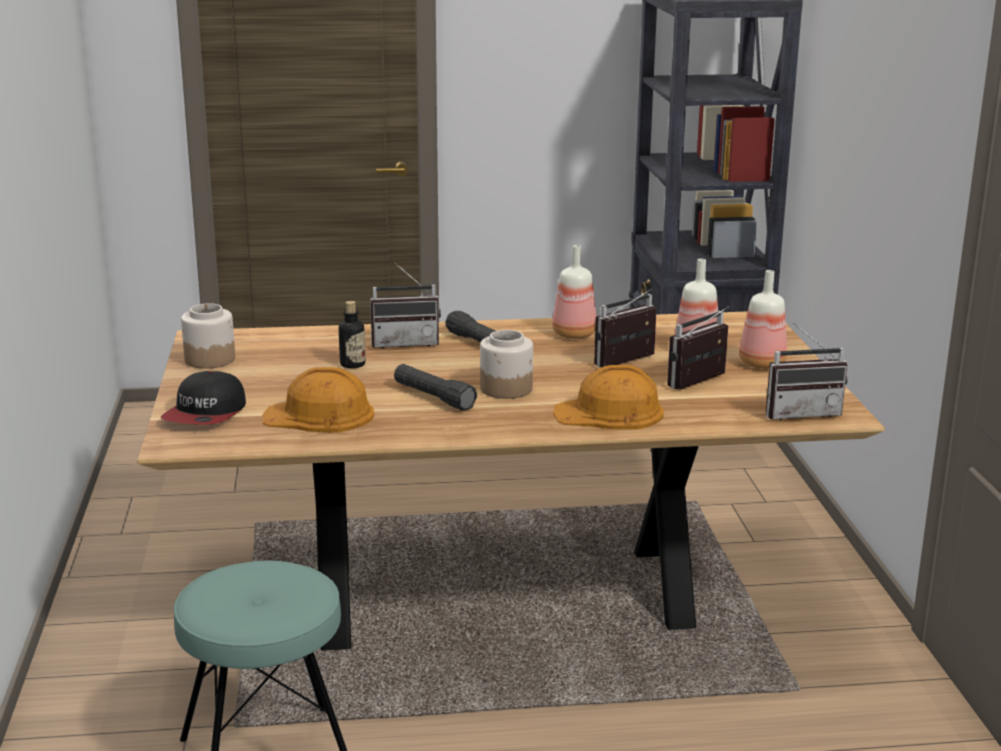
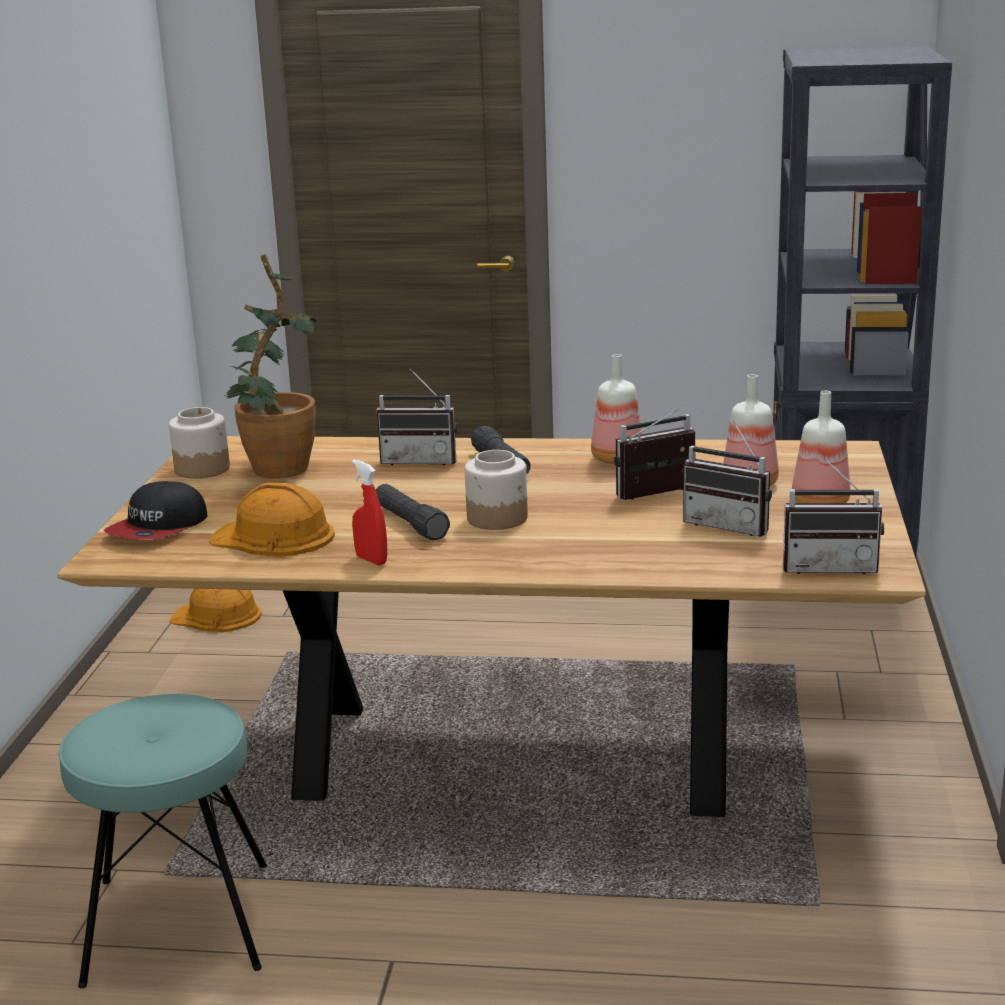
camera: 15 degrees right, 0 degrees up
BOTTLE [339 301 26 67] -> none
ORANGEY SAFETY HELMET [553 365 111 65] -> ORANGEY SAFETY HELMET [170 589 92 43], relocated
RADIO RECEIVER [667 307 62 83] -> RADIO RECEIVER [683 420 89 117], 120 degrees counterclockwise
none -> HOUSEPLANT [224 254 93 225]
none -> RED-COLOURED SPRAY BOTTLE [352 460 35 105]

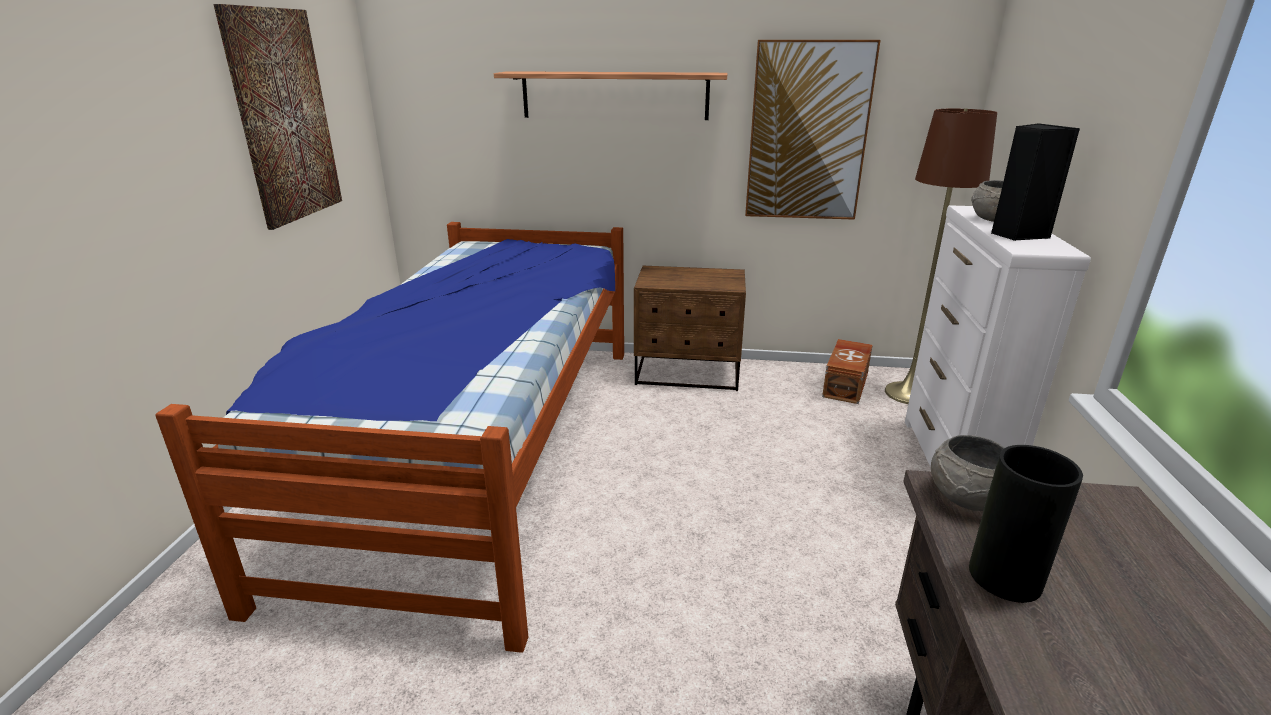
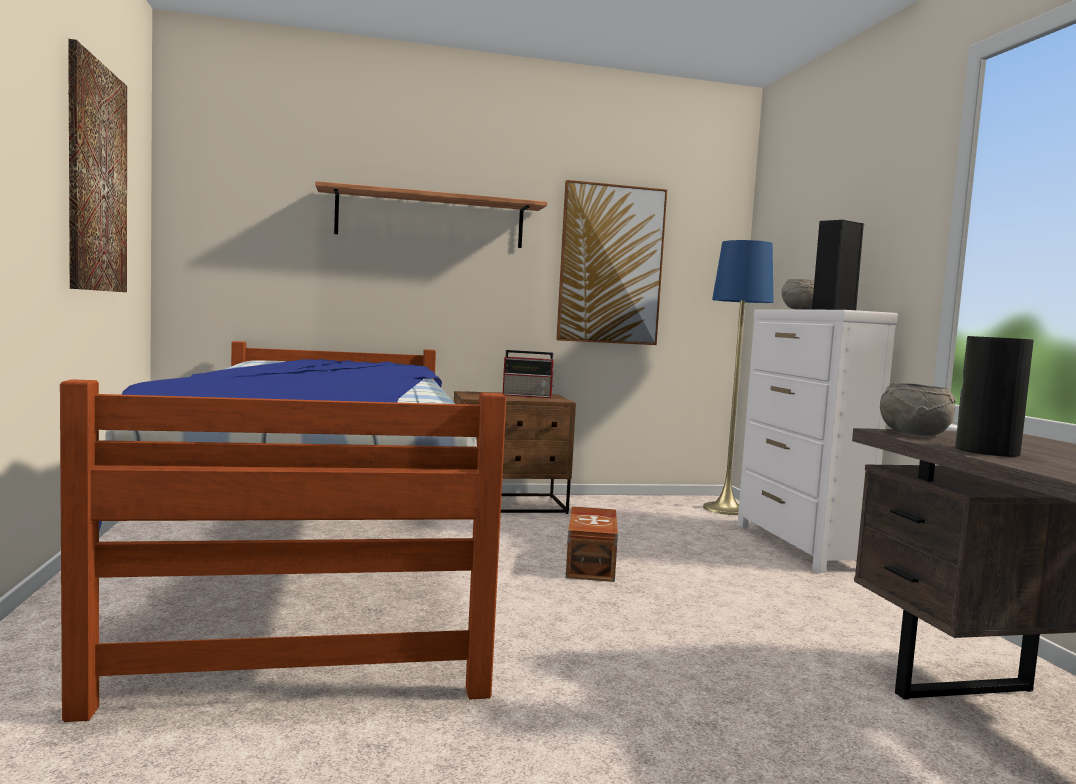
camera: 20 degrees left, 20 degrees down
BROWN-COLOURED STORAGE CONTAINER [822 339 51 65] -> BROWN-COLOURED STORAGE CONTAINER [566 506 52 76], relocated
BROWN-COLOURED FLOOR LAMP [885 108 112 296] -> BLUE-COLOURED FLOOR LAMP [703 240 71 275]
none -> RADIO RECEIVER [503 350 52 48]

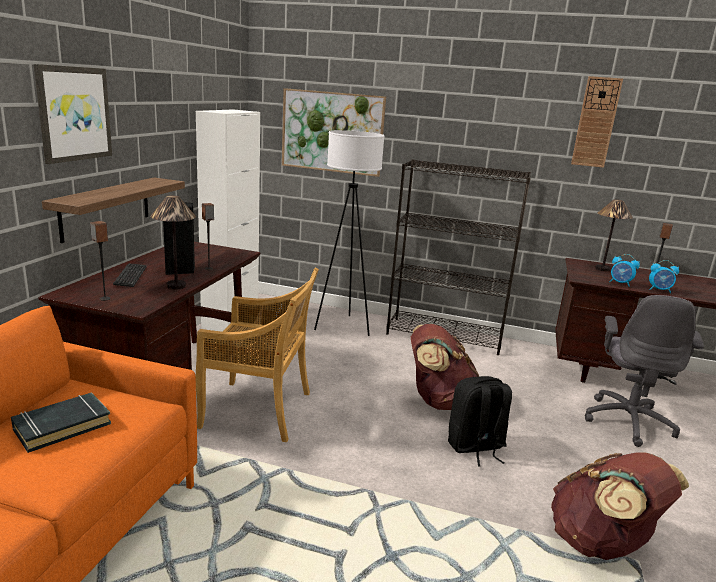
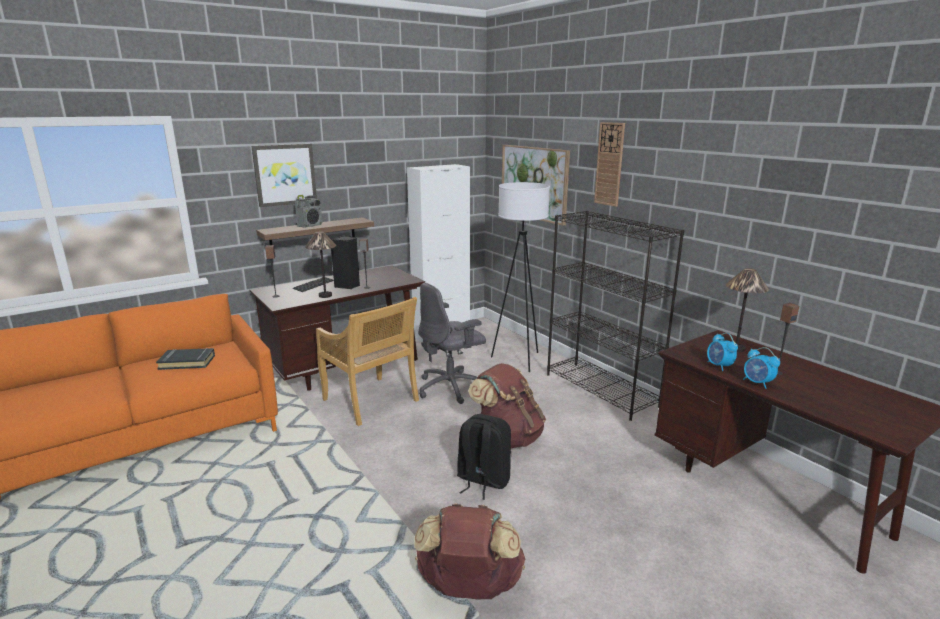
camera: 40 degrees right, 0 degrees up
CLOCK ON THE WALL [571 76 52 92] -> CLOCK ON THE WALL [594 122 31 85], relocated
GRAY DESK CHAIR [585 295 119 152] -> GRAY DESK CHAIR [418 283 68 121], relocated
none -> RADIO RECEIVER [295 195 27 33]

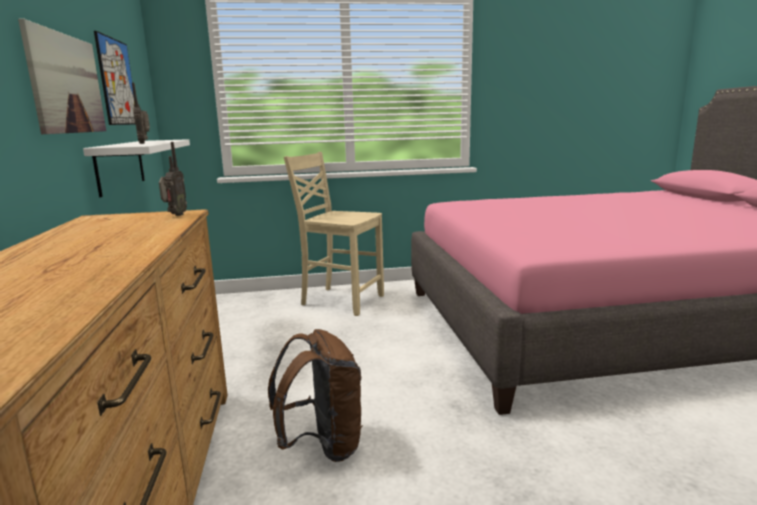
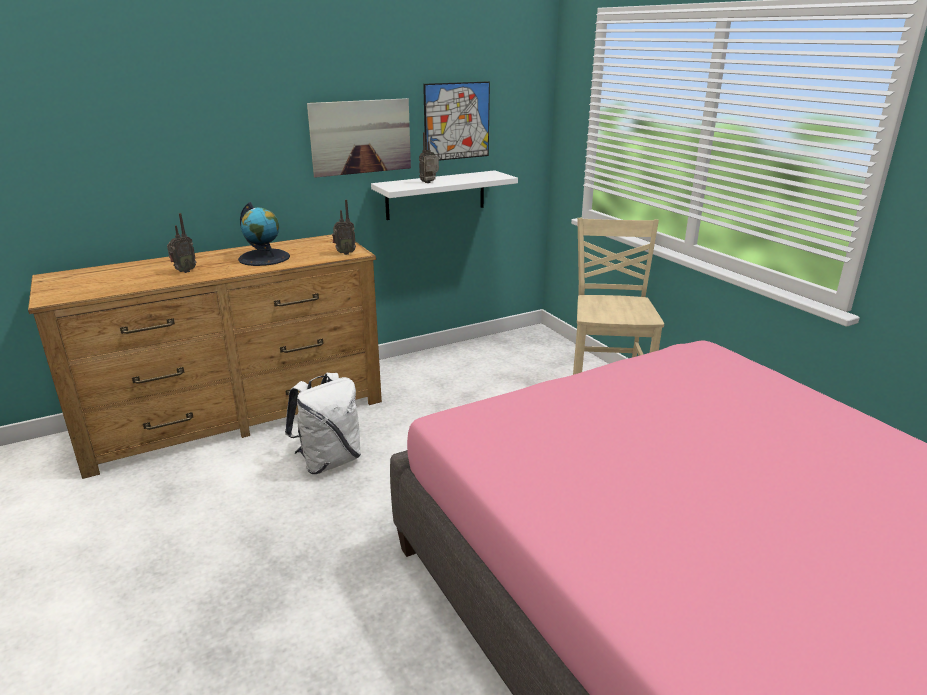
camera: 70 degrees right, 10 degrees up
BROWN-COLOURED BACKPACK [268 329 95 133] -> WHITE BACKPACK [285 373 76 101]
none -> RADIO RECEIVER [167 213 29 60]
none -> GLOBE [238 202 52 64]

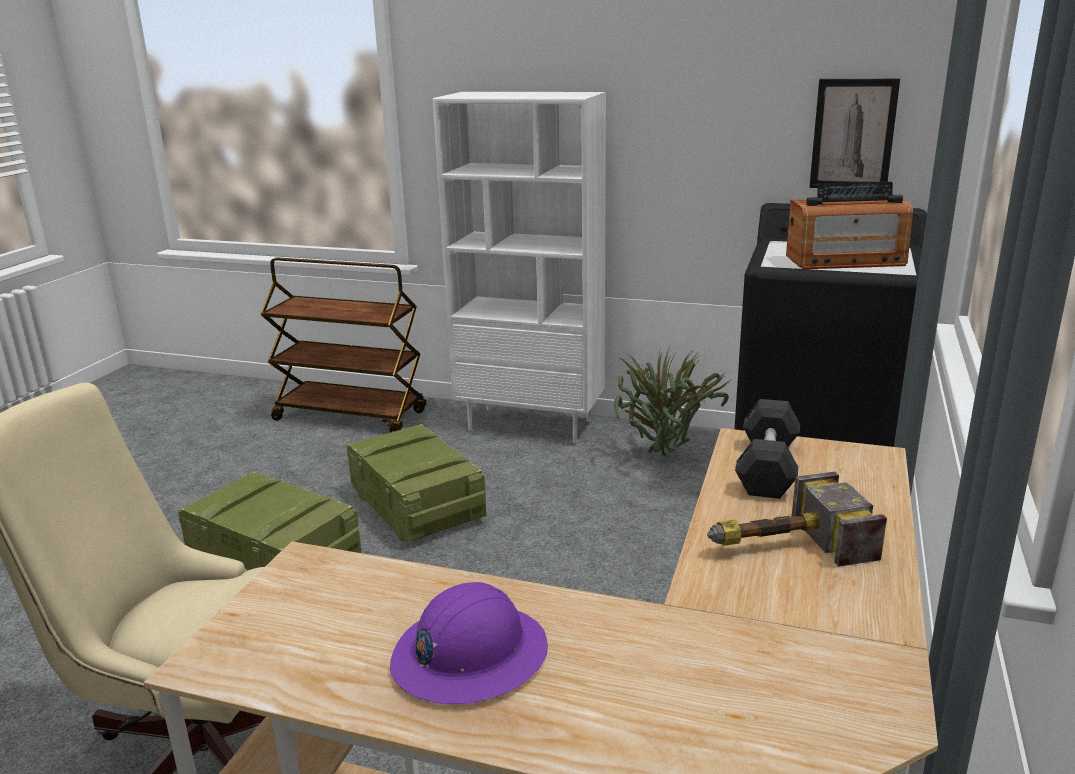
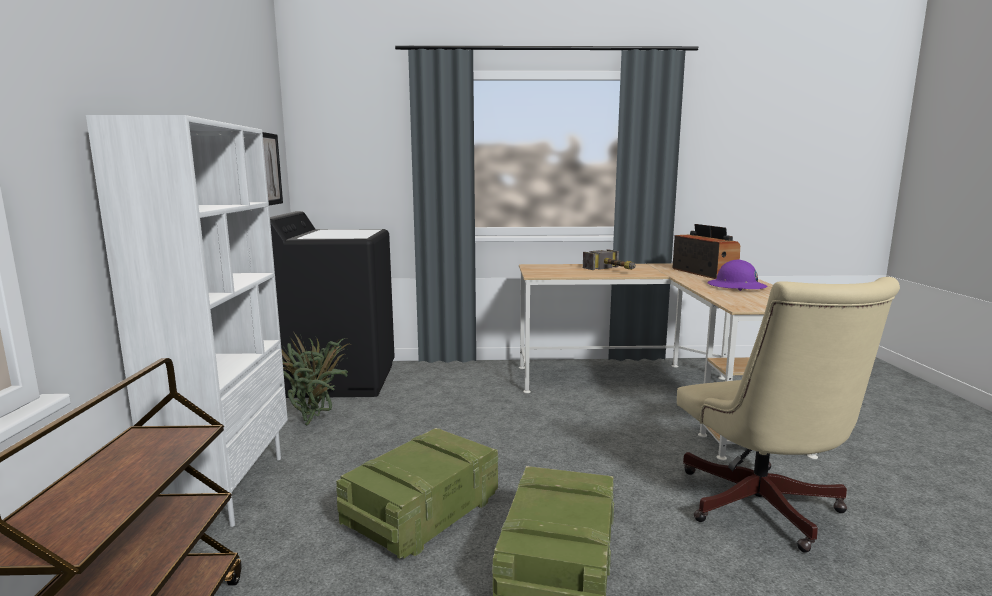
camera: 110 degrees left, 10 degrees down
GRAY DUMBBELL [735 399 65 100] -> none
RADIO RECEIVER [786 182 127 87] -> RADIO RECEIVER [673 224 67 55], relocated

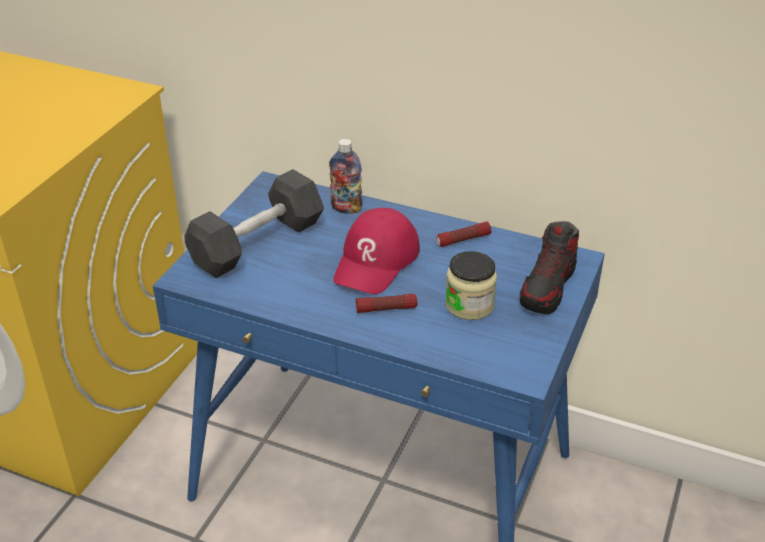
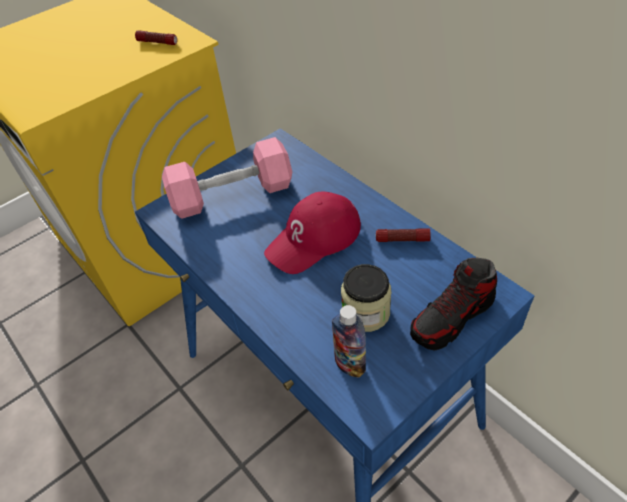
camera: 30 degrees right, 10 degrees up
BLACK-COLOURED DUMBBELL [184 169 140 109] -> PINK-COLOURED DUMBBELL [162 137 130 82]
BOTTLE [329 139 33 75] -> BOTTLE [332 305 34 72], relocated
HAND TORCH [356 294 61 19] -> HAND TORCH [135 30 42 15], relocated

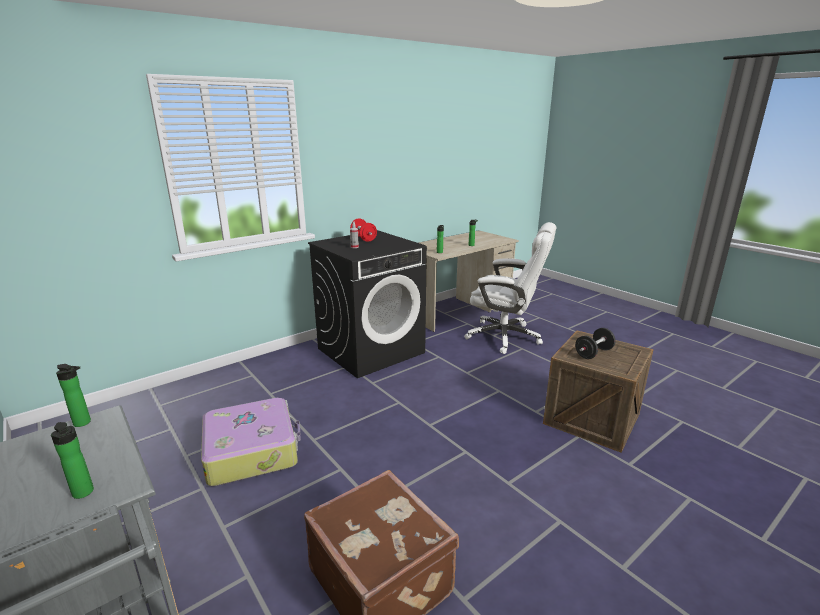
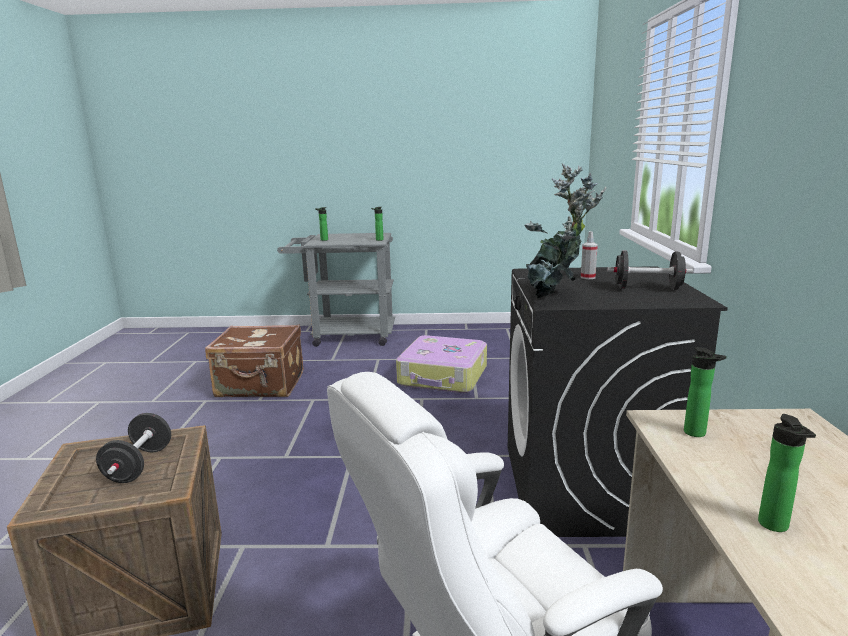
camera: 130 degrees right, 5 degrees down
RED-COLOURED DUMBBELL [350 218 27 24] -> BLACK-COLOURED DUMBBELL [607 251 86 39]
none -> HOUSEPLANT [524 164 83 134]

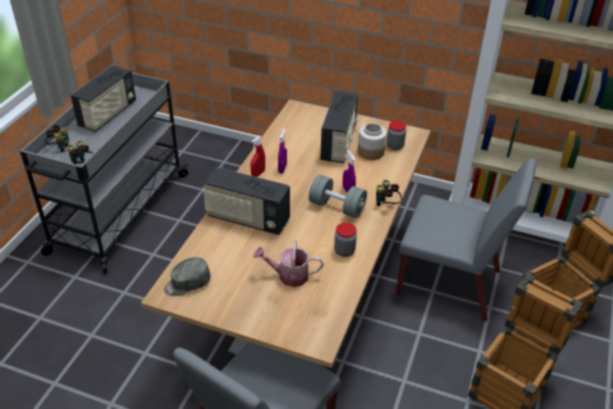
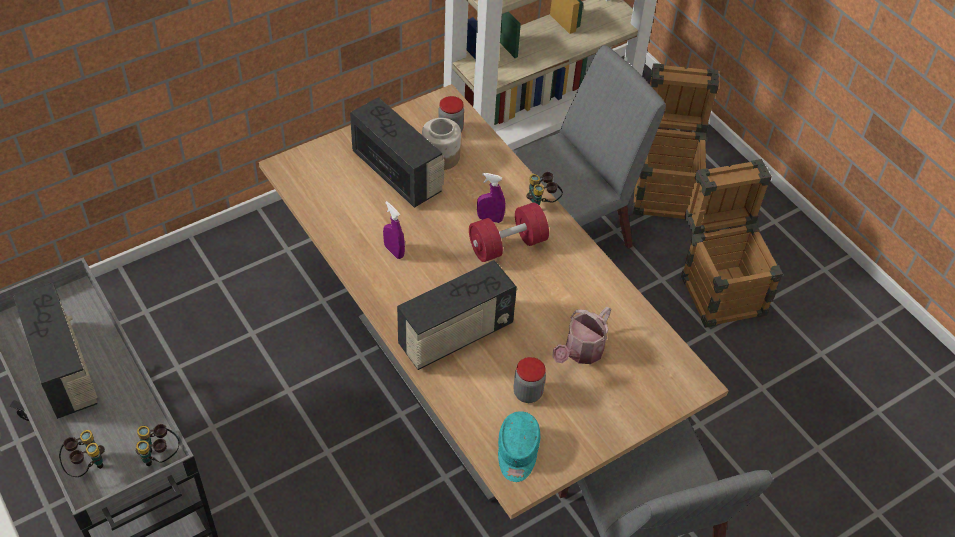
camera: 55 degrees left, 10 degrees up
GRAY BASEBALL CAP [164 257 47 39] -> BLUE-GREEN BASEBALL CAP [498 411 42 71]
RED-COLOURED SPRAY BOTTLE [251 136 14 41] -> none
GRAY DUMBBELL [309 175 58 43] -> RED-COLOURED DUMBBELL [469 202 80 60]
JAR [334 223 23 34] -> JAR [513 357 33 46], relocated

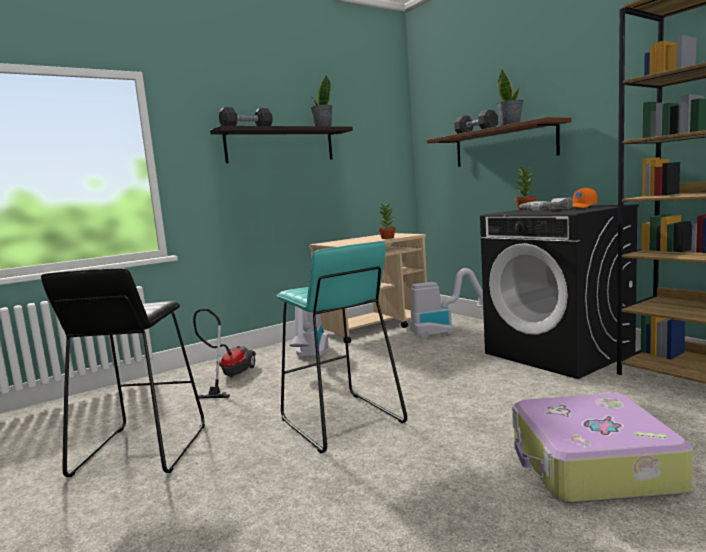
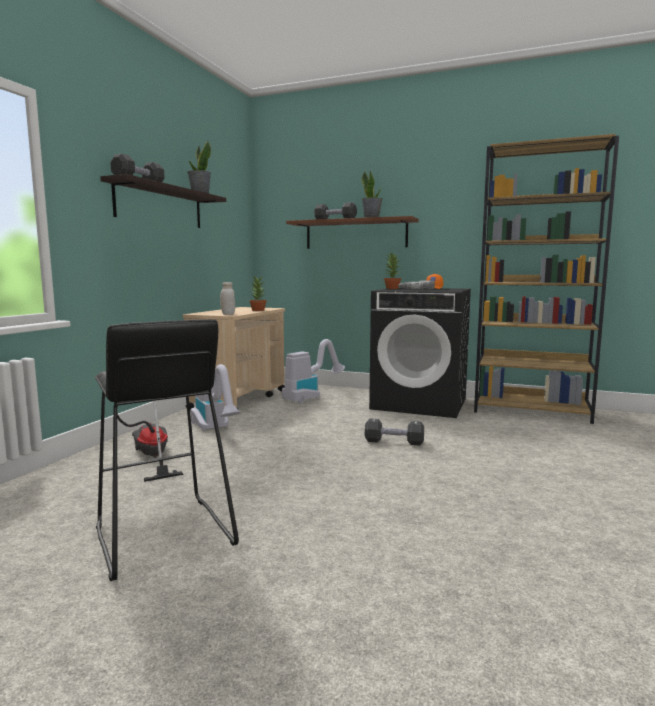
camera: 35 degrees left, 0 degrees up
BLUE-GREEN SITTING STOOL [277 241 130 212] -> none
TRAVEL CASE [512 393 181 110] -> none
none -> WHITE JAR [220 282 15 33]
none -> BLACK-COLOURED DUMBBELL [365 419 59 27]

